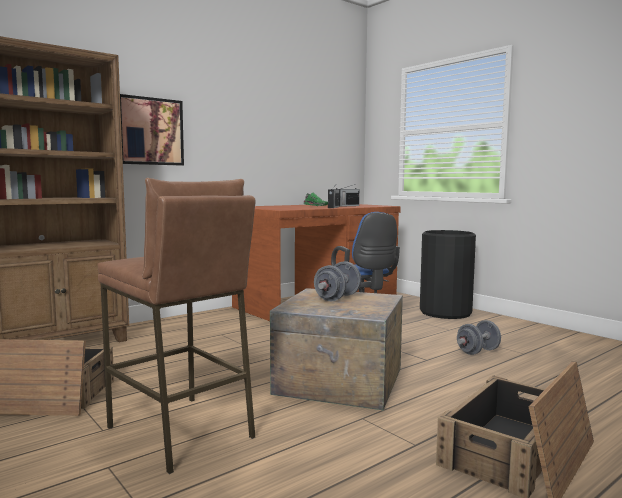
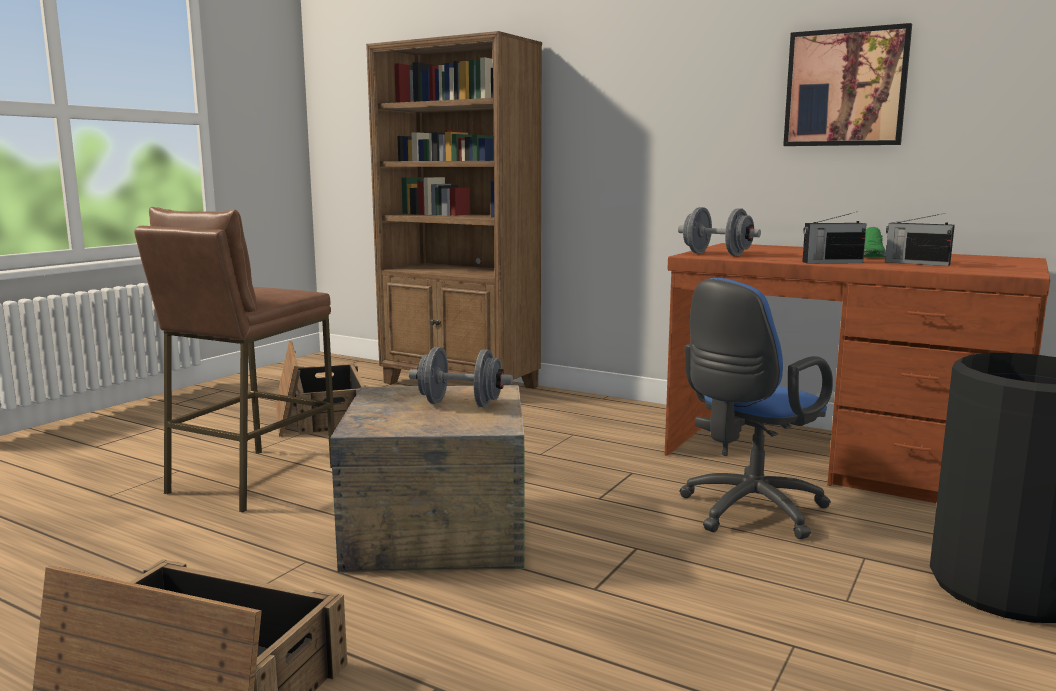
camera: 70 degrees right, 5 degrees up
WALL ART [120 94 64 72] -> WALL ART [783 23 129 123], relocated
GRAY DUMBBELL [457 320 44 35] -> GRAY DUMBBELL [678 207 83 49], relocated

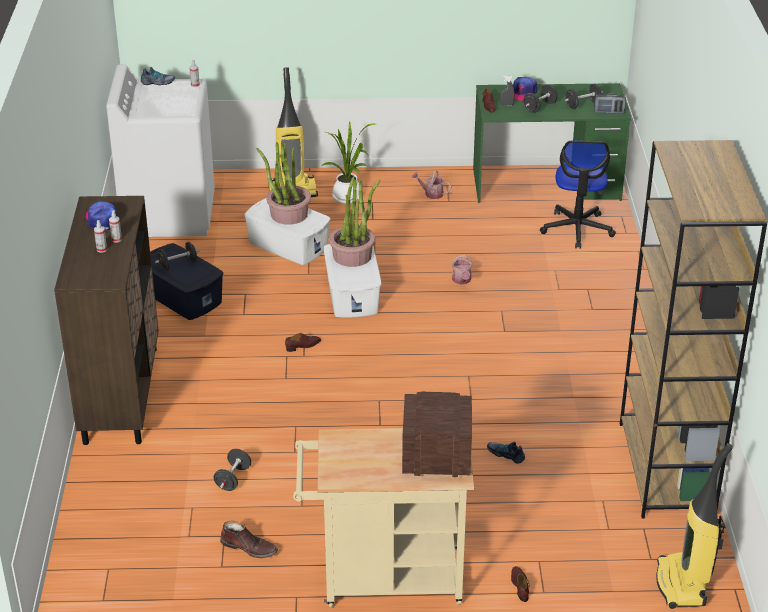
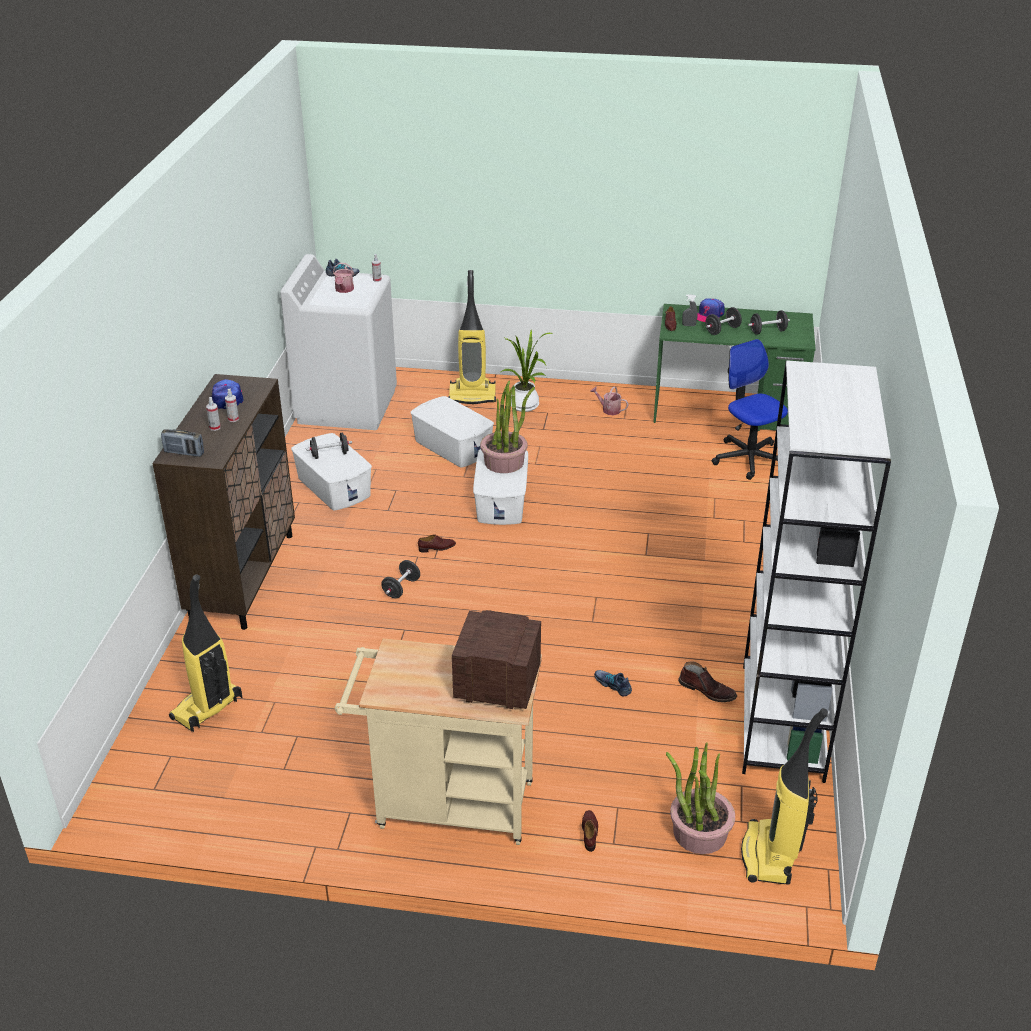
camera: 10 degrees right, 0 degrees up
BLUE-COLOURED STORAGE CONTAINER [150 243 73 77] -> WHITE STORAGE CONTAINER [291 433 81 78]
BLACK-COLOURED DUMBBELL [214 449 37 42] -> BLACK-COLOURED DUMBBELL [381 560 39 39], relocated
BROWN-COLOURED BOOT [220 520 58 38] -> BROWN-COLOURED BOOT [678 661 59 41], relocated
HOUSEPLANT [257 142 54 83] -> HOUSEPLANT [666 743 69 111], relocated
WATERING CAN [451 255 22 30] -> WATERING CAN [333 263 21 30], relocated
DESK CHAIR [540 141 76 108] -> DESK CHAIR [712 339 76 141], 135 degrees clockwise
RADIO RECEIVER [594 94 32 20] -> RADIO RECEIVER [161 429 43 28], relocated
BROWN-COLOURED BOOKSHELF [620 140 147 379] -> WHITE BOOKSHELF [742 361 149 422]
none -> VACUUM CLEANER [169 574 74 158]

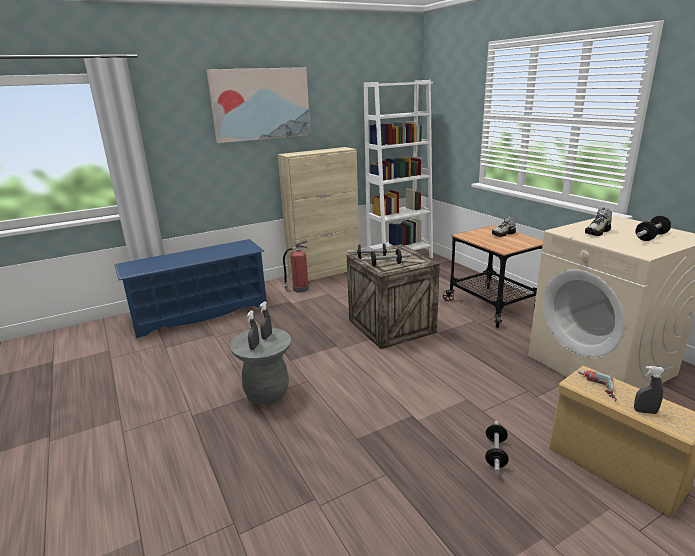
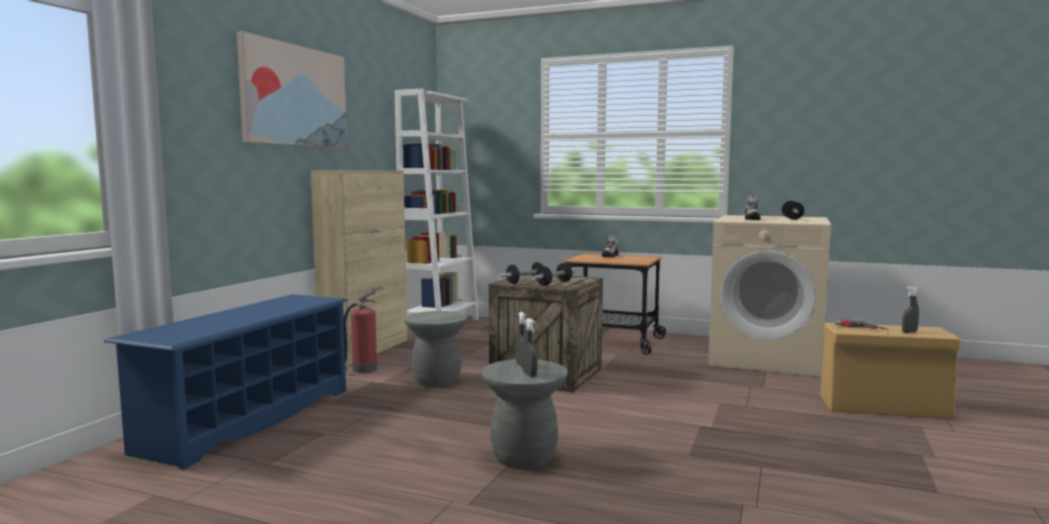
camera: 40 degrees left, 15 degrees down
DUMBBELL [485 421 24 52] -> none
none -> GRAY SITTING STOOL [404 311 64 76]

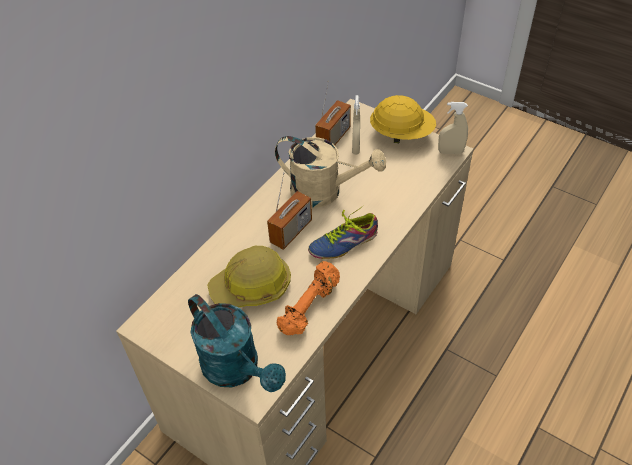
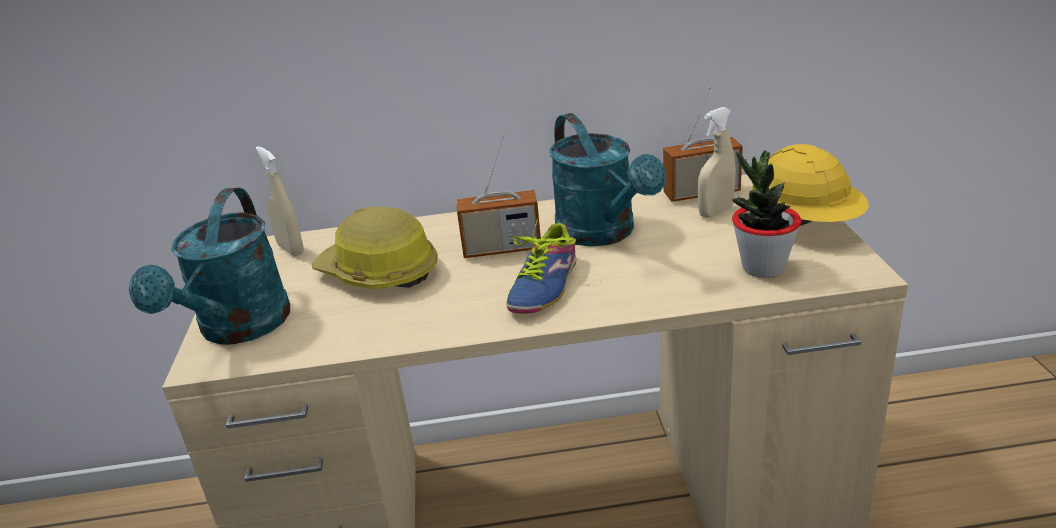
camera: 50 degrees right, 20 degrees down
BEIGE WATERING CAN [275 136 111 72] -> BLUE-GREEN WATERING CAN [550 113 116 134]
ORANGEY DUMBBELL [277 261 63 74] -> none
ITEM OF FOOTWEAR [308 206 70 53] -> ITEM OF FOOTWEAR [507 218 69 96], 90 degrees counterclockwise
BEIGE SPRAY BOTTLE [438 102 30 52] -> BEIGE SPRAY BOTTLE [256 146 48 110], relocated
none -> HOUSEPLANT [732 151 69 127]

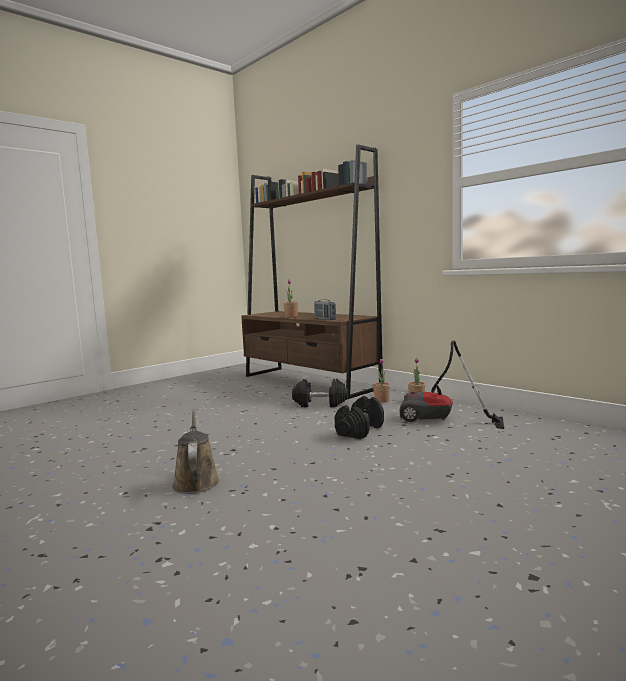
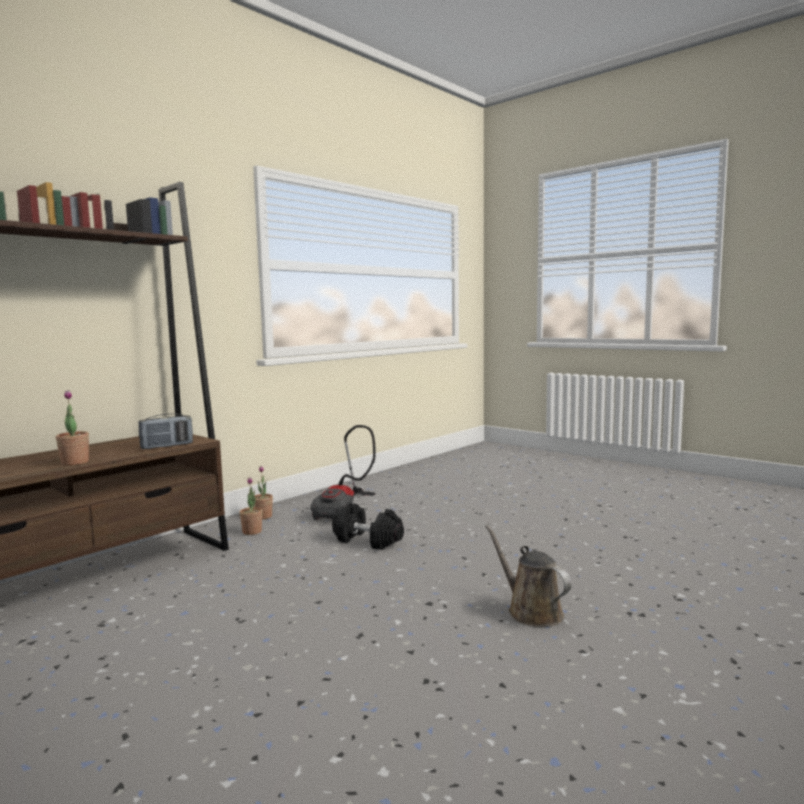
camera: 95 degrees left, 0 degrees up
BROWN-COLOURED WATERING CAN [172 409 47 85] -> BROWN-COLOURED WATERING CAN [485 524 86 103], 75 degrees clockwise
BLACK-COLOURED DUMBBELL [292 379 56 28] -> none

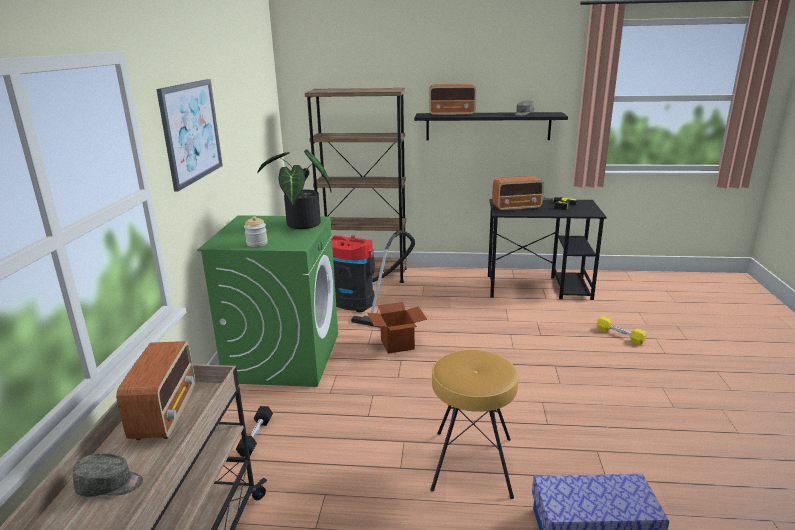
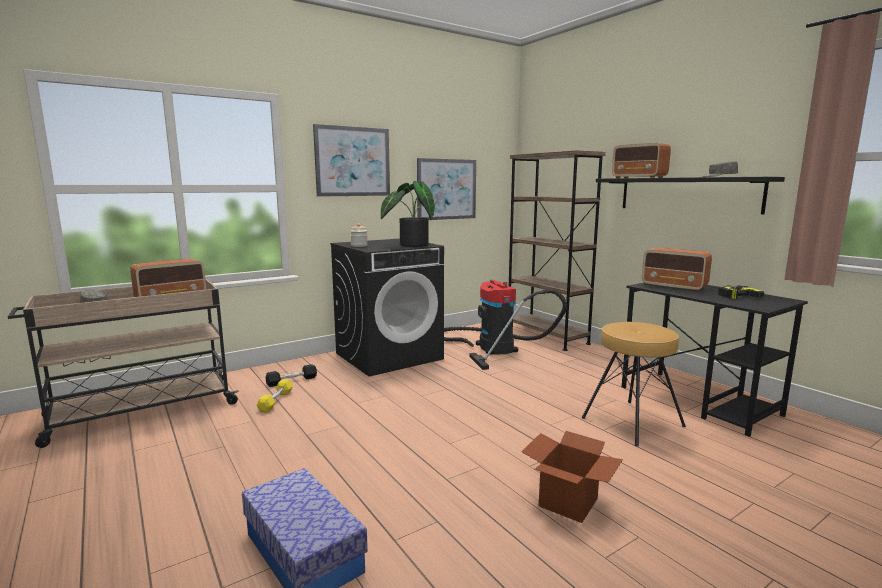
camera: 50 degrees right, 10 degrees down
GREEN LAUNDRY APPLIANCE [197 215 141 172] -> BLACK-COLOURED LAUNDRY APPLIANCE [330 238 114 139]
CARDBOARD BOX [368 302 59 52] -> CARDBOARD BOX [521 431 102 92], relocated
BROWN-COLOURED SITTING STOOL [430 350 88 149] -> BROWN-COLOURED SITTING STOOL [582 322 104 125], relocated
YELLOW-COLOURED DUMBBELL [596 316 50 29] -> YELLOW-COLOURED DUMBBELL [257 379 36 34], relocated
none -> WALL ART [417 158 59 62]

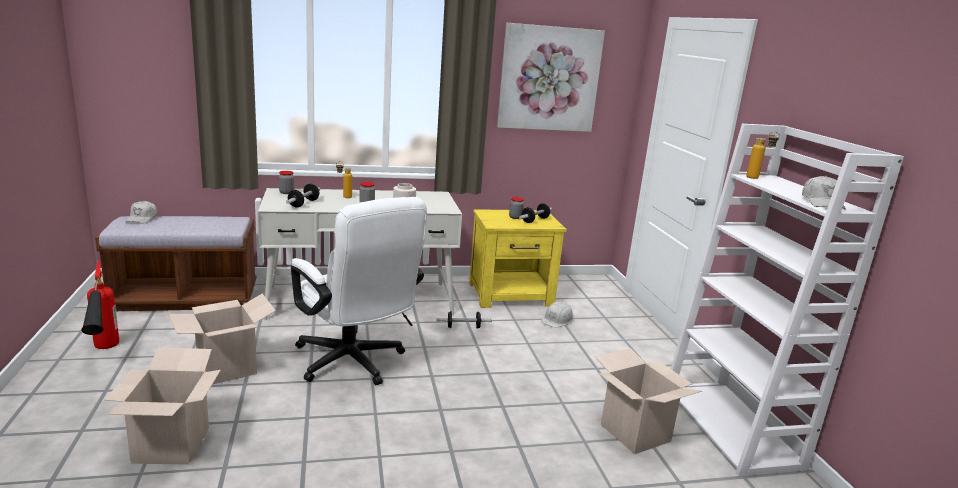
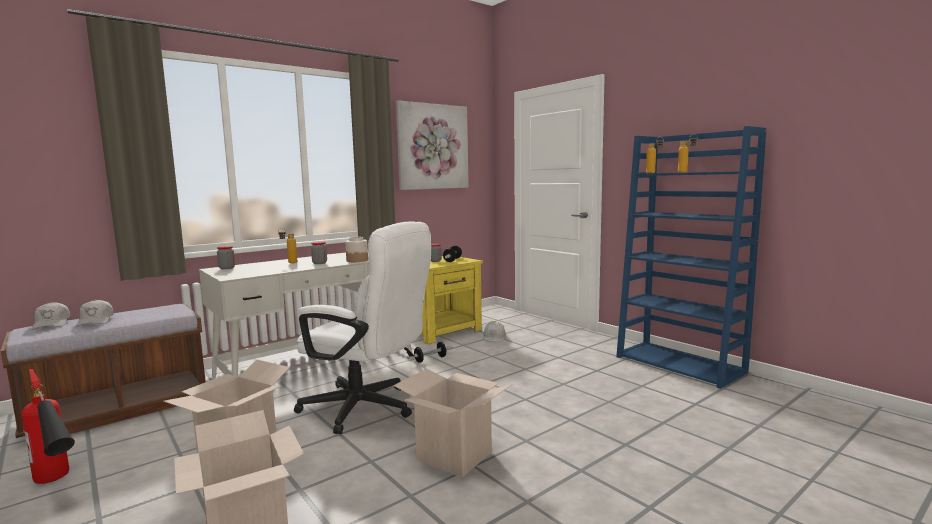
camera: 25 degrees left, 10 degrees down
DUMBBELL [286 184 34 24] -> none
CARDBOARD BOX [595 348 107 106] -> CARDBOARD BOX [393 369 120 109], relocated
WHITE BOOKSHELF [671 124 233 352] -> BLUE-COLOURED BOOKSHELF [616 126 151 263]
WHITE BASEBALL CAP [802 176 44 34] -> WHITE BASEBALL CAP [76 299 37 28], relocated
none -> BOTTLE [678 134 20 39]

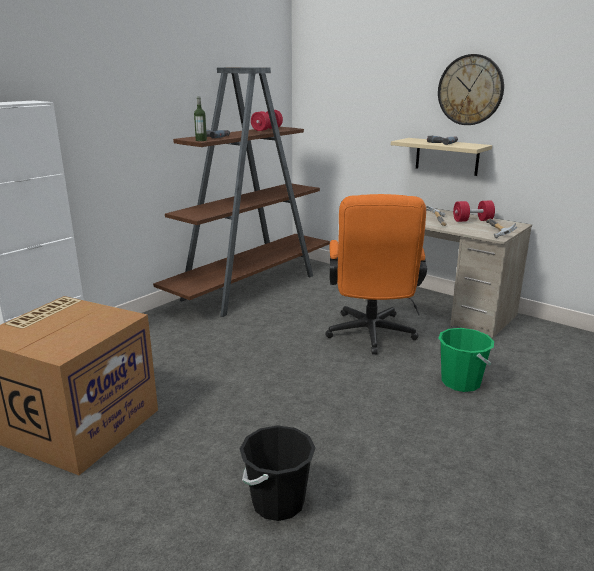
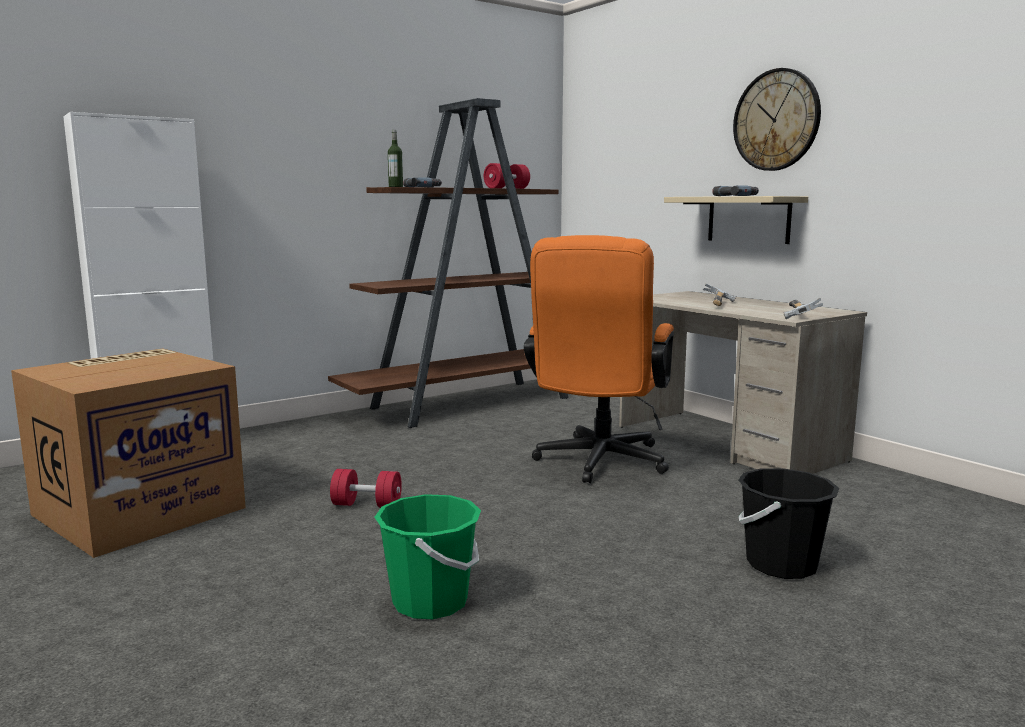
camera: 15 degrees right, 10 degrees down
BLACK-COLOURED BUCKET [240 425 76 96] -> BLACK-COLOURED BUCKET [738 468 101 111], relocated
GREEN BUCKET [438 328 56 64] -> GREEN BUCKET [374 494 107 125], relocated
RED-COLOURED DUMBBELL [453 201 42 21] -> RED-COLOURED DUMBBELL [330 469 72 38], relocated

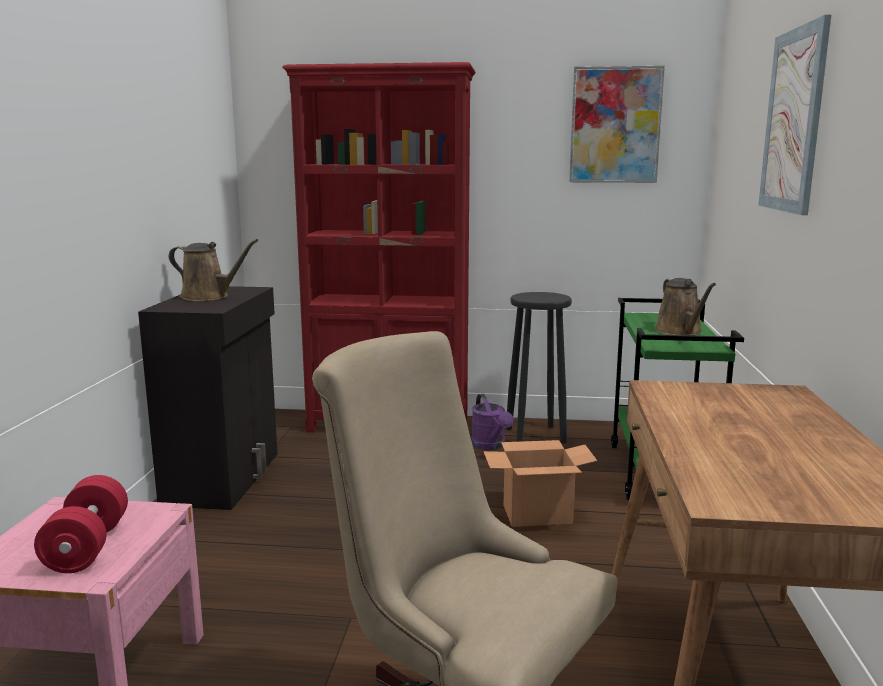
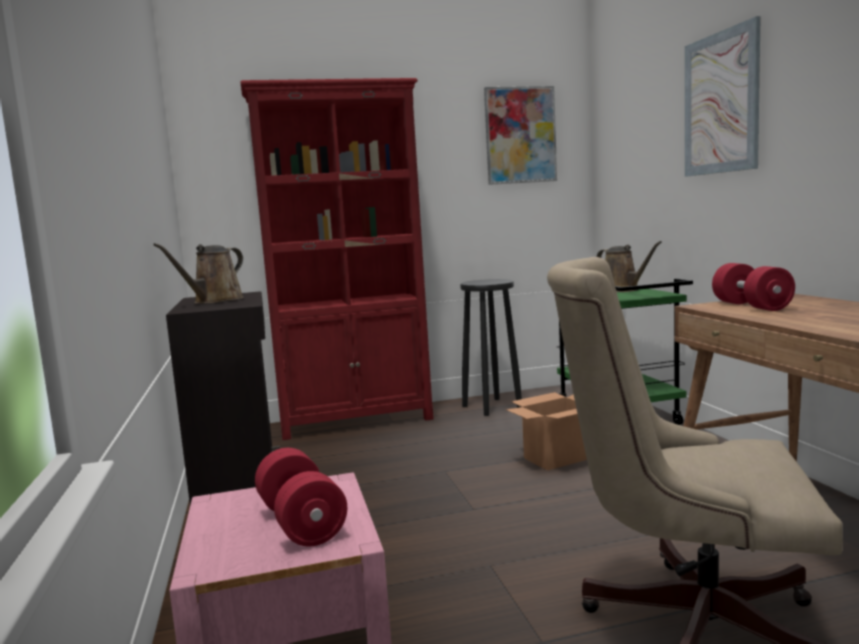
camera: 20 degrees left, 5 degrees down
BROWN-COLOURED WATERING CAN [169 239 90 62] -> BROWN-COLOURED WATERING CAN [153 243 91 61], 120 degrees clockwise
PURPLISH WATERING CAN [471 394 42 56] -> none
none -> RED-COLOURED DUMBBELL [712 263 83 48]

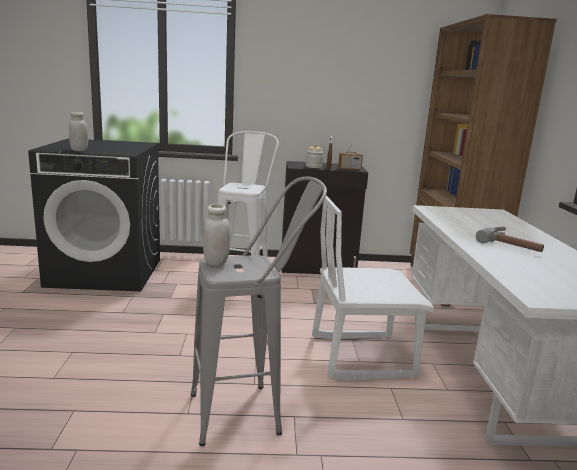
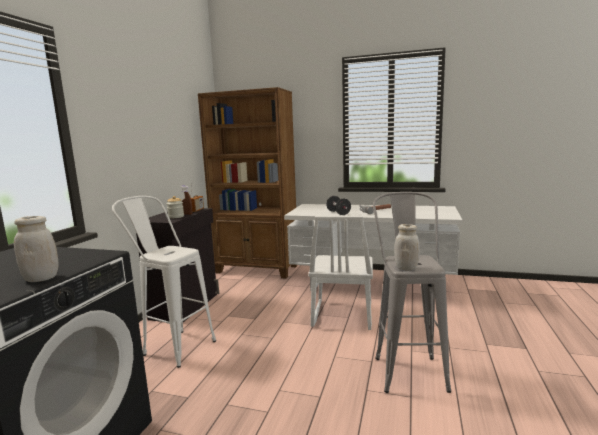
camera: 70 degrees left, 5 degrees down
none -> BLACK-COLOURED DUMBBELL [326 196 25 19]

